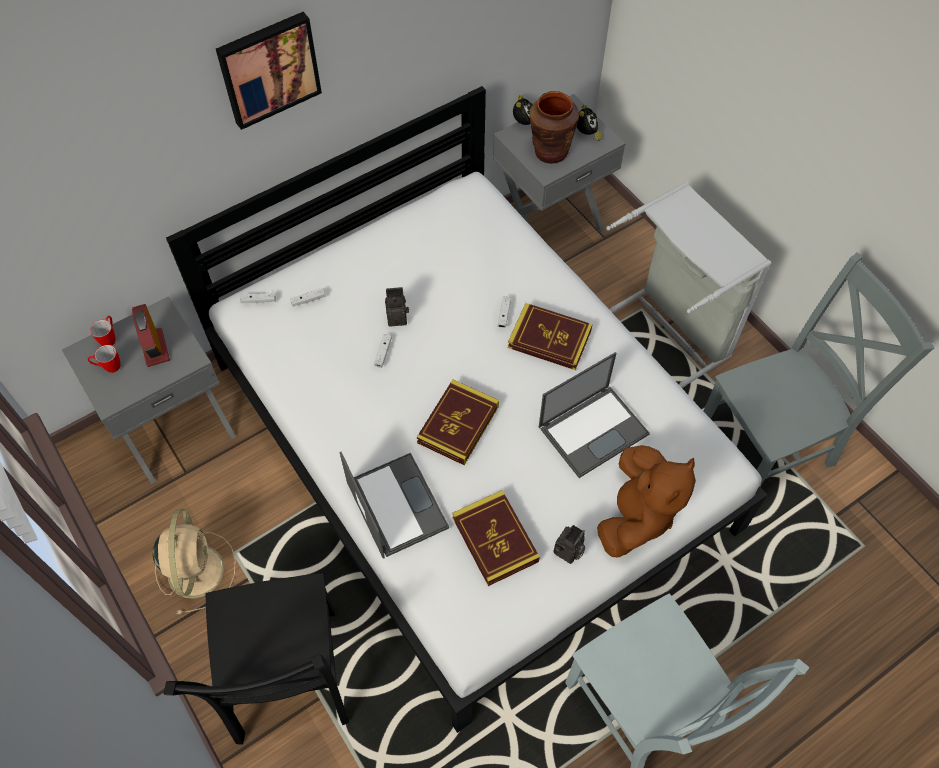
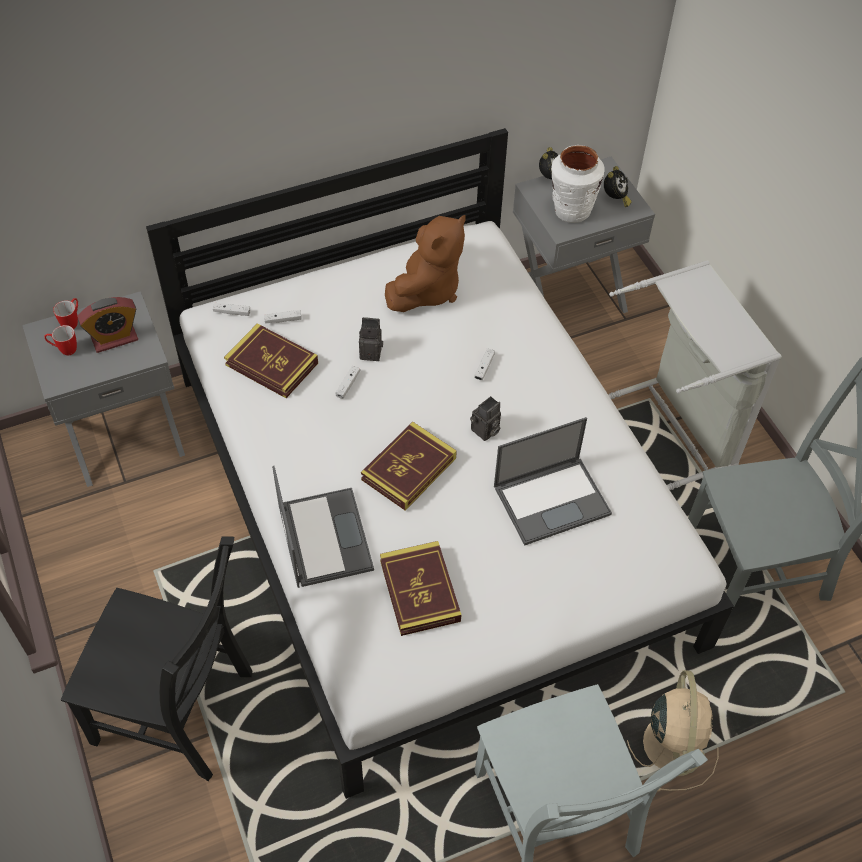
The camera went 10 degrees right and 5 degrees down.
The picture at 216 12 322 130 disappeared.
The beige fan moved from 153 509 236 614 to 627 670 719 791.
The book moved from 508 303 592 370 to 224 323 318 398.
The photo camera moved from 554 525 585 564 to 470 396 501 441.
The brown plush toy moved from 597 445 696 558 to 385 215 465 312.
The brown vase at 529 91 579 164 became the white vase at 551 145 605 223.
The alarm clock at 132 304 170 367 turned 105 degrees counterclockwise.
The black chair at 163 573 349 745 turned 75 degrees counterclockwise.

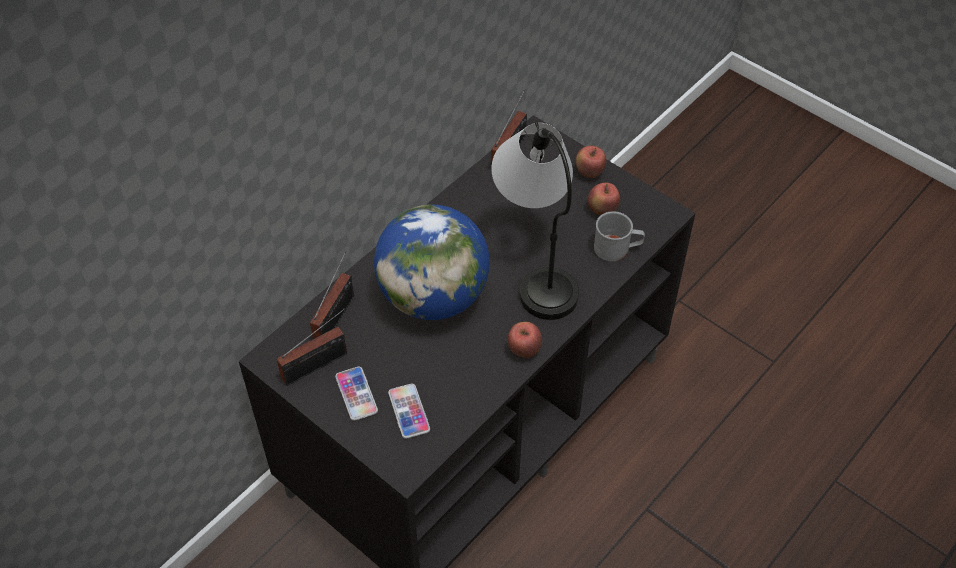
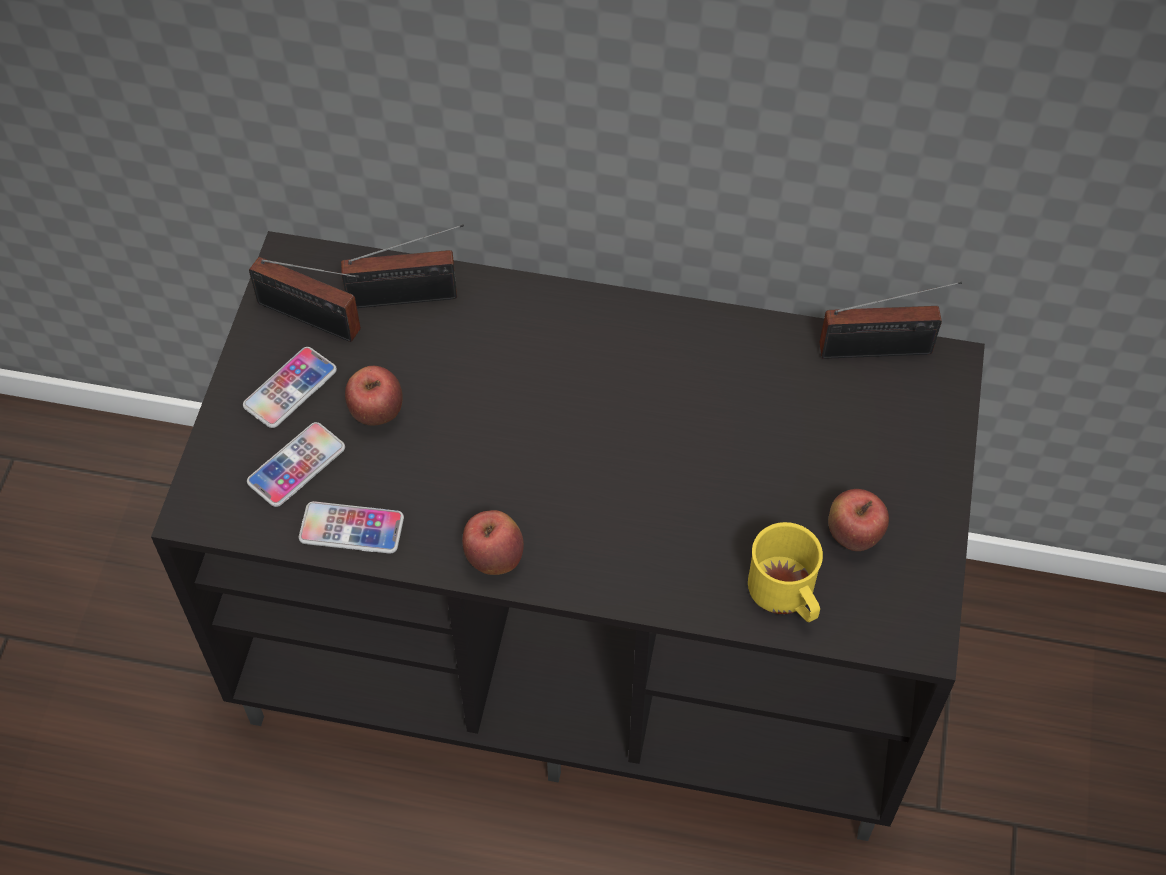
The camera went 60 degrees right and 5 degrees up.
The globe at 374 205 490 320 disappeared.
The table lamp at 491 123 579 320 disappeared.
The phone at 299 501 404 554 appeared.
The apple moved from 576 146 606 178 to 345 366 403 425.
The grey mug at 594 211 645 262 became the yellow mug at 748 522 823 622.

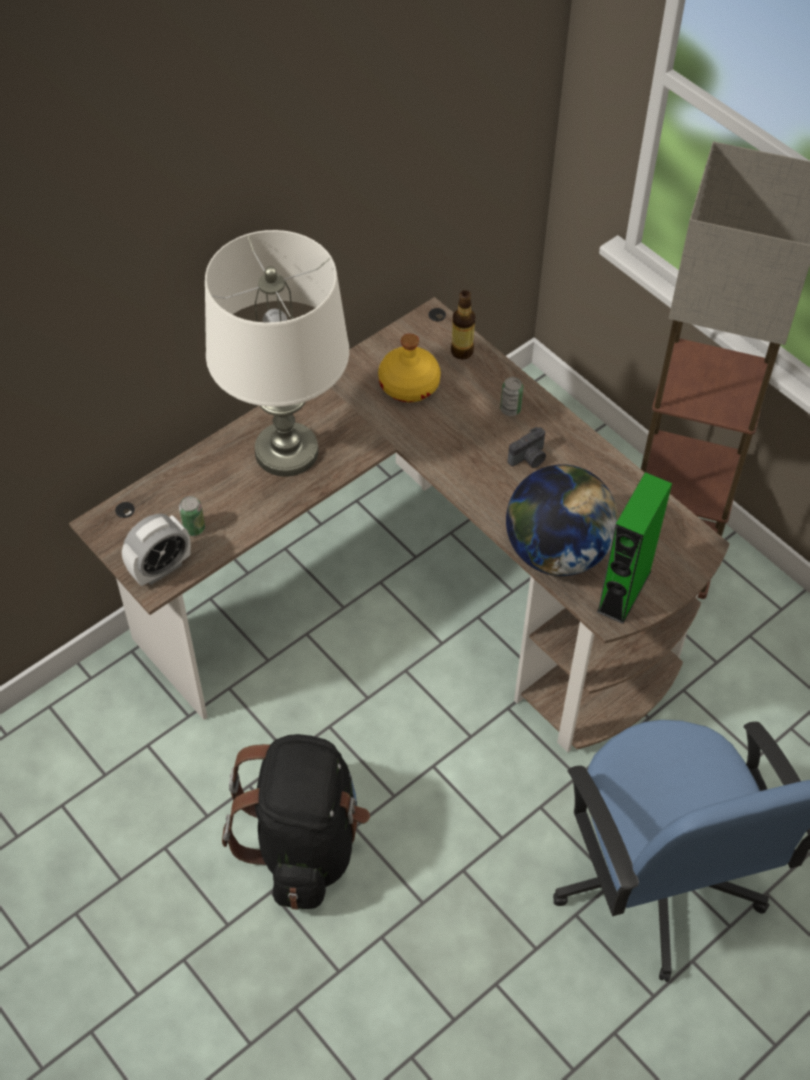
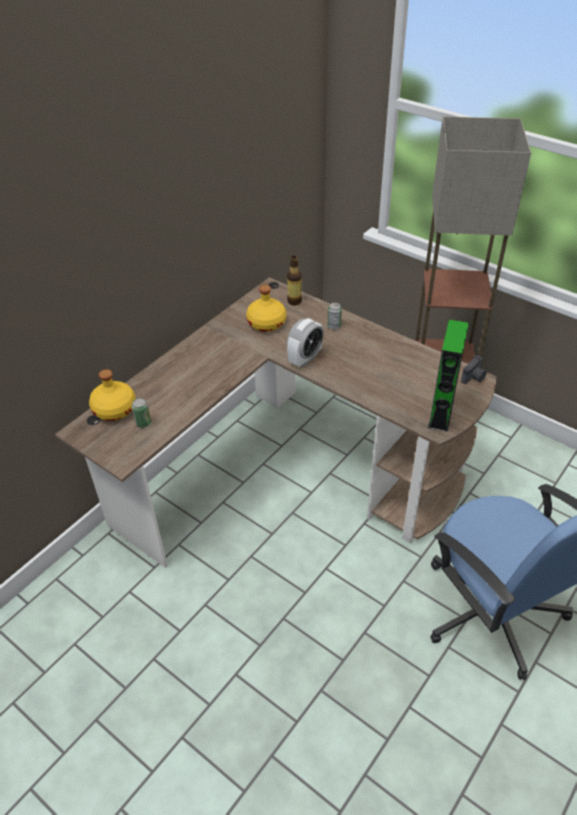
The camera went 10 degrees left and 10 degrees down.
The white table lamp at 205 230 349 477 disappeared.
The black backpack at 222 734 370 910 disappeared.
The globe at 506 464 618 576 disappeared.
The yellow bottle at 89 369 136 421 appeared.
The alarm clock moved from 122 514 191 586 to 287 318 324 367.
The photo camera moved from 508 427 546 468 to 461 355 487 384.

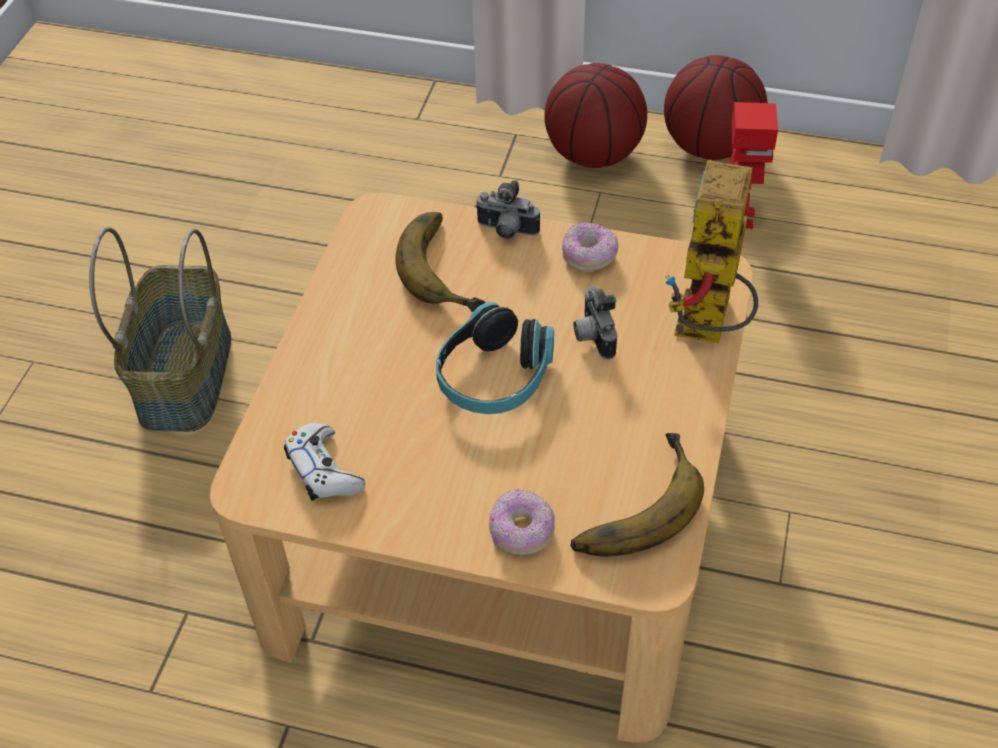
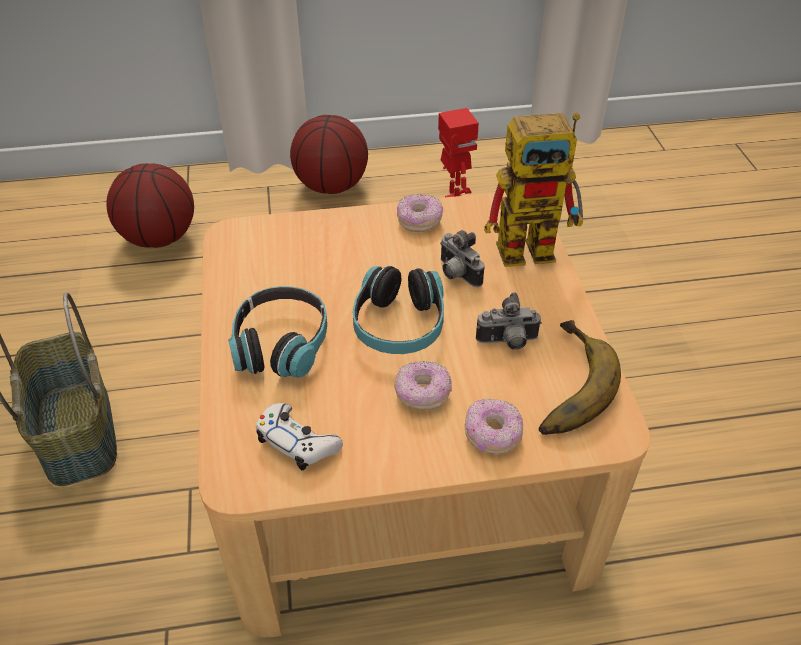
The camera went 25 degrees left and 5 degrees down.
The banana at 395 212 485 312 disappeared.
The headphones at 228 286 327 378 appeared.
The donut at 394 361 452 410 appeared.
The photo camera moved from 475 180 540 239 to 476 292 542 350.
The basketball moved from 664 55 768 160 to 106 163 194 248.
The toy robot at 665 160 758 343 turned 90 degrees counterclockwise.

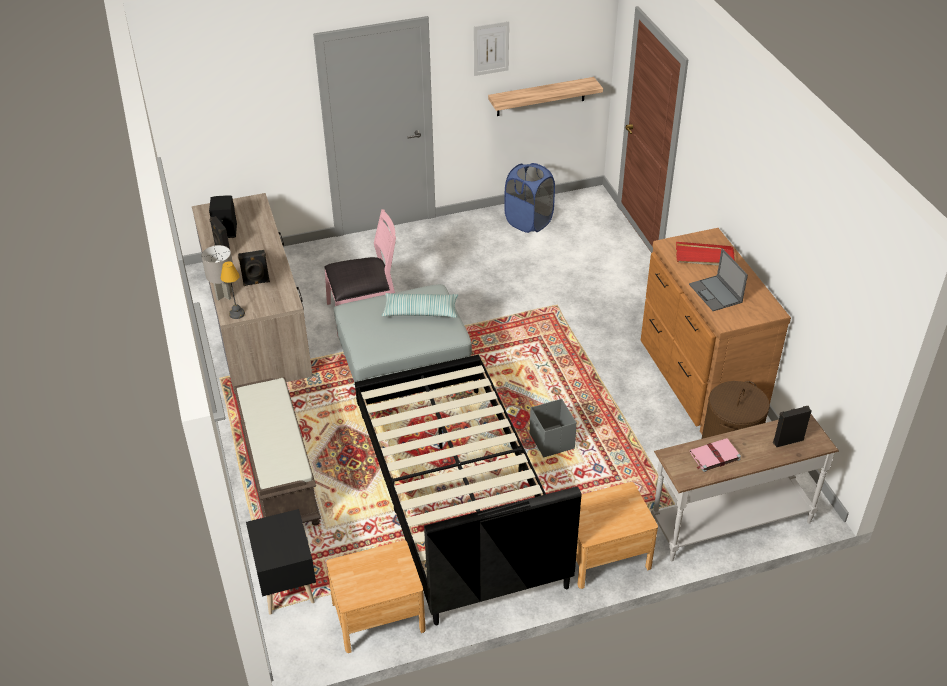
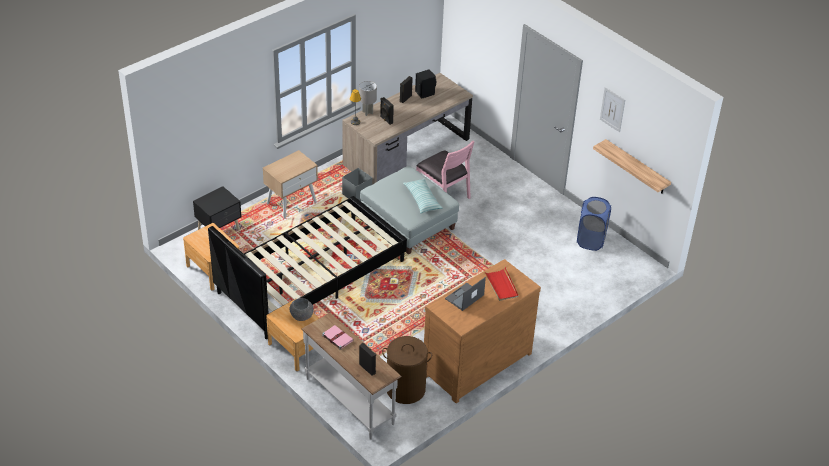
The camera went 65 degrees right and 0 degrees up.
The grey bowl at 290 298 313 321 appeared.
The grey storage box moved from 530 399 577 457 to 342 168 372 201.
The brown bench at 234 377 321 526 was replaced by the beige nightstand at 263 150 318 219.

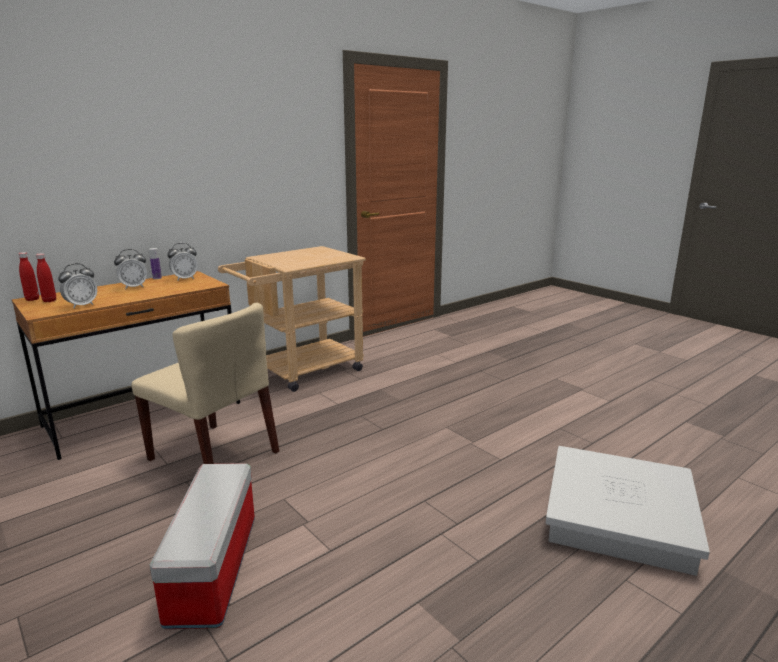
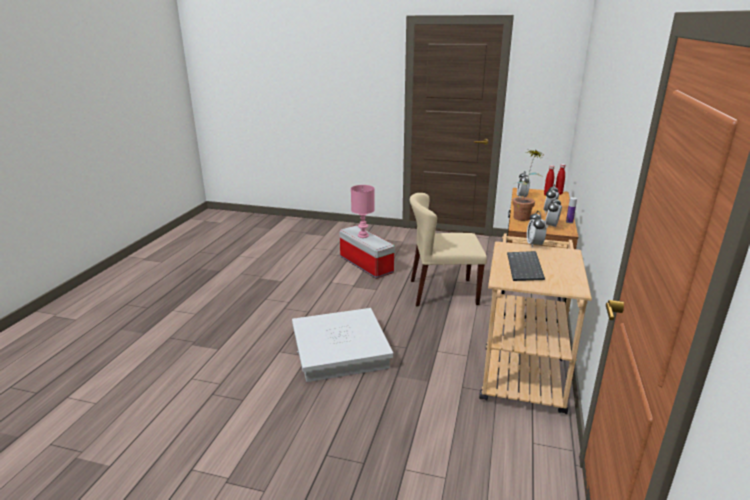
The camera went 145 degrees right and 5 degrees up.
The pink table lamp at 351 185 374 238 appeared.
The keyboard at 507 251 545 281 appeared.
The potted plant at 512 150 543 221 appeared.
The alarm clock at 527 211 547 248 appeared.
The white storage box moved from 546 446 710 576 to 292 308 393 382.

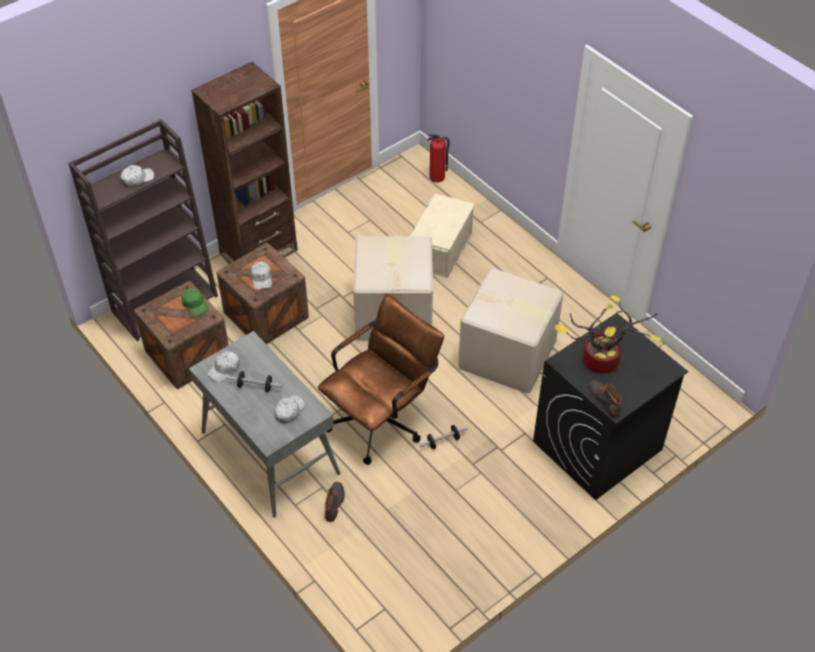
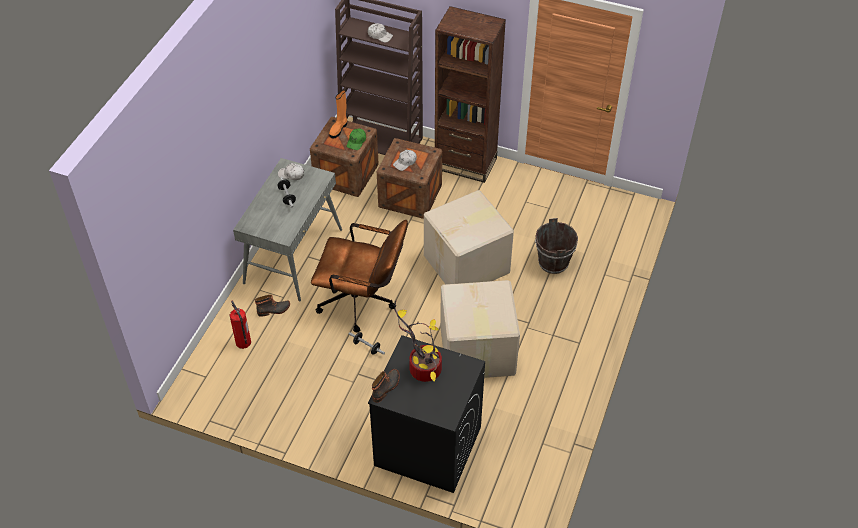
The camera went 60 degrees right and 0 degrees up.
The white cap at 275 395 305 423 disappeared.
The orange boot at 329 90 347 139 appeared.
The fire extinguisher moved from 427 134 450 183 to 230 301 251 349.
The beige storage box at 410 194 475 278 was replaced by the brown bucket at 535 218 578 274.

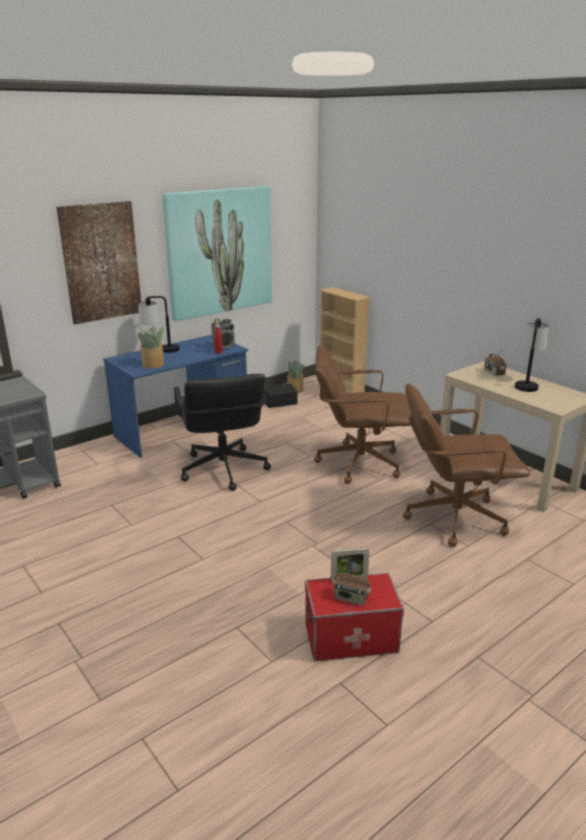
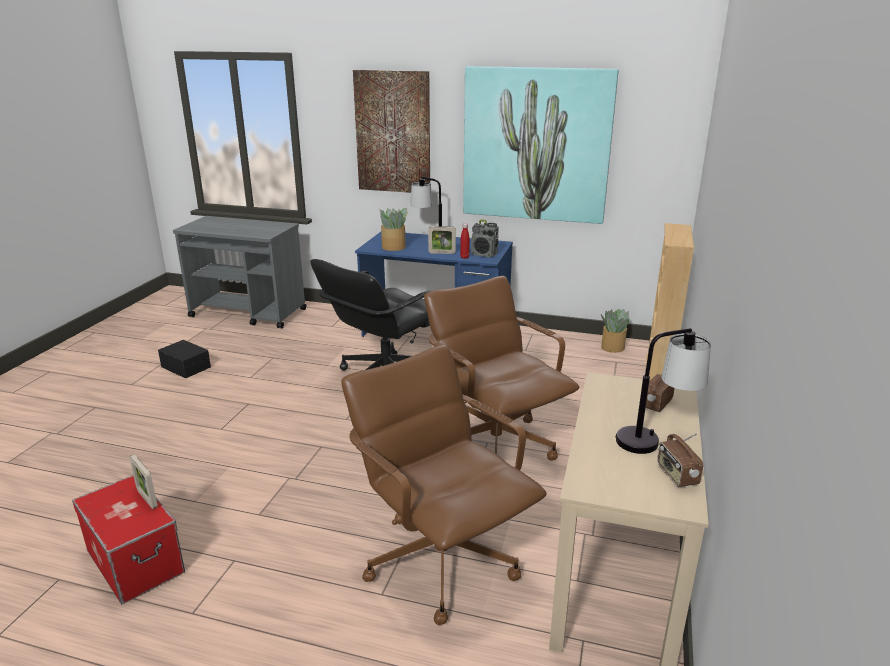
The camera went 55 degrees right and 0 degrees up.
The picture frame at 428 226 456 254 appeared.
The black storage box moved from 264 384 298 408 to 158 340 211 378.
The radio moved from 333 565 371 605 to 657 433 703 487.

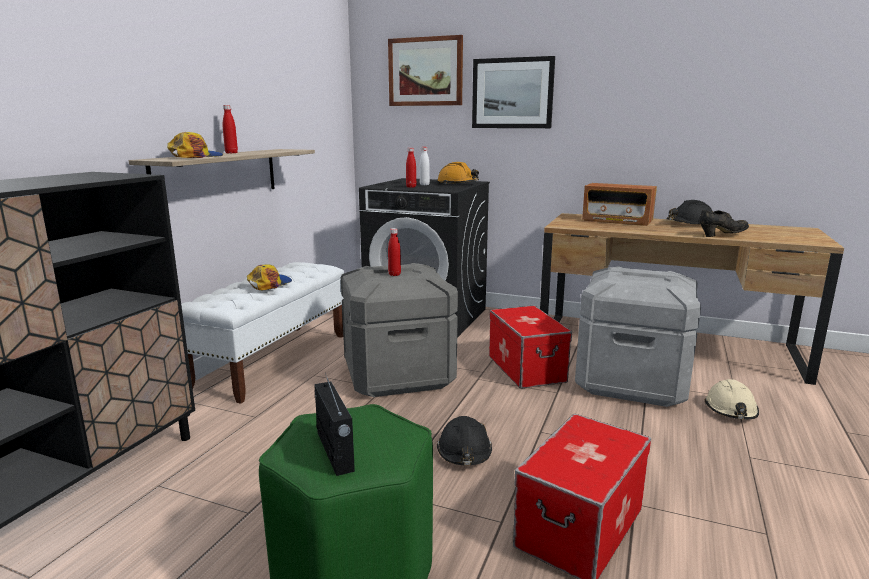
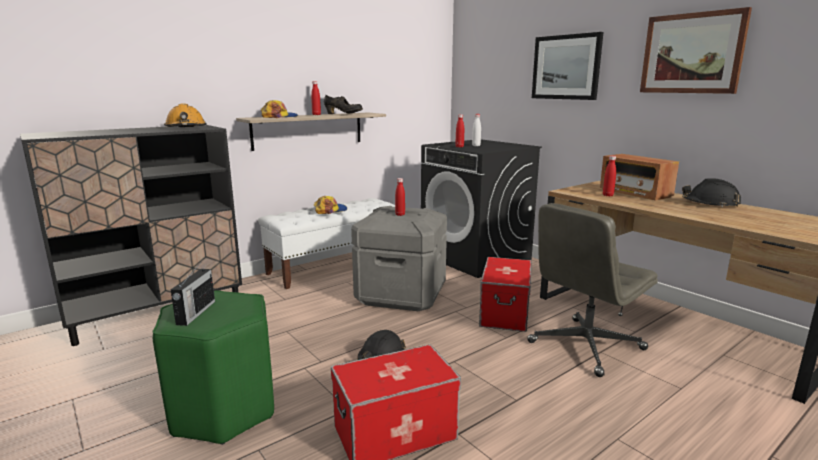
The camera went 30 degrees right and 0 degrees up.
The beige hard hat at 705 379 759 419 disappeared.
The red bottle at 603 156 616 197 appeared.
The picture moved from 388 35 463 106 to 640 7 752 94.
The orange hard hat moved from 437 162 479 184 to 164 104 207 128.
The black shoe moved from 699 210 749 237 to 324 95 363 114.
The grey storage box at 575 266 701 407 was replaced by the grey office chair at 527 203 658 377.

